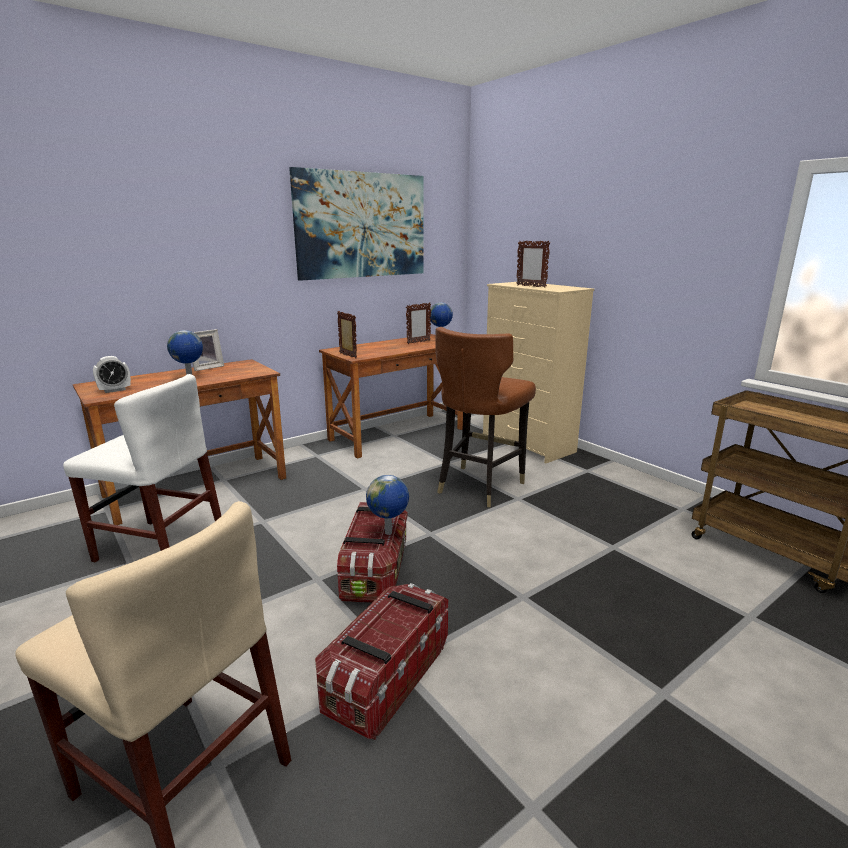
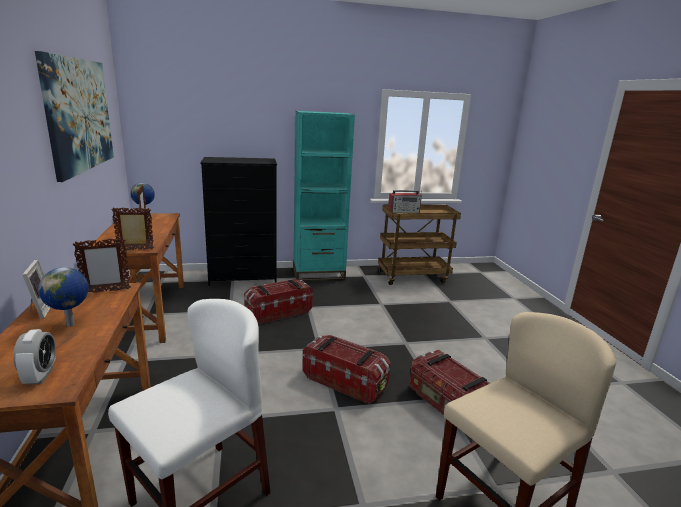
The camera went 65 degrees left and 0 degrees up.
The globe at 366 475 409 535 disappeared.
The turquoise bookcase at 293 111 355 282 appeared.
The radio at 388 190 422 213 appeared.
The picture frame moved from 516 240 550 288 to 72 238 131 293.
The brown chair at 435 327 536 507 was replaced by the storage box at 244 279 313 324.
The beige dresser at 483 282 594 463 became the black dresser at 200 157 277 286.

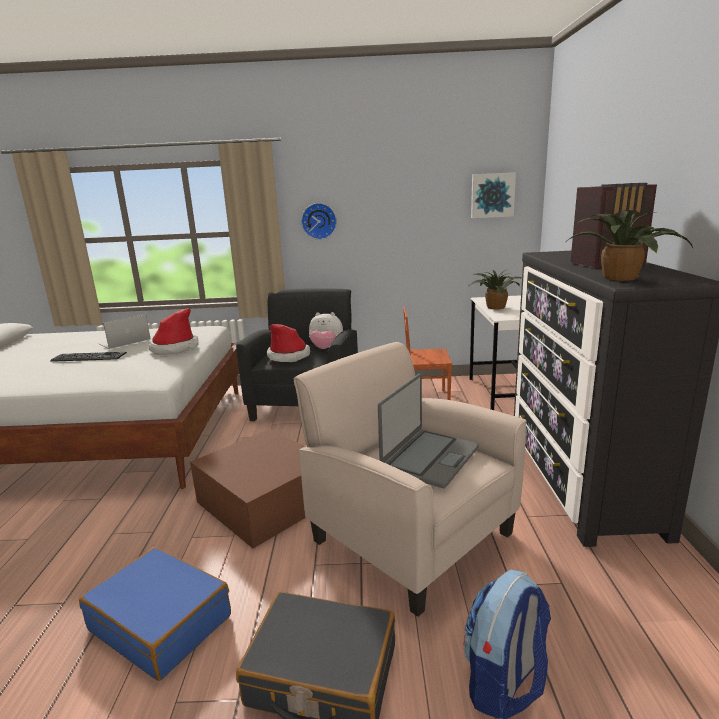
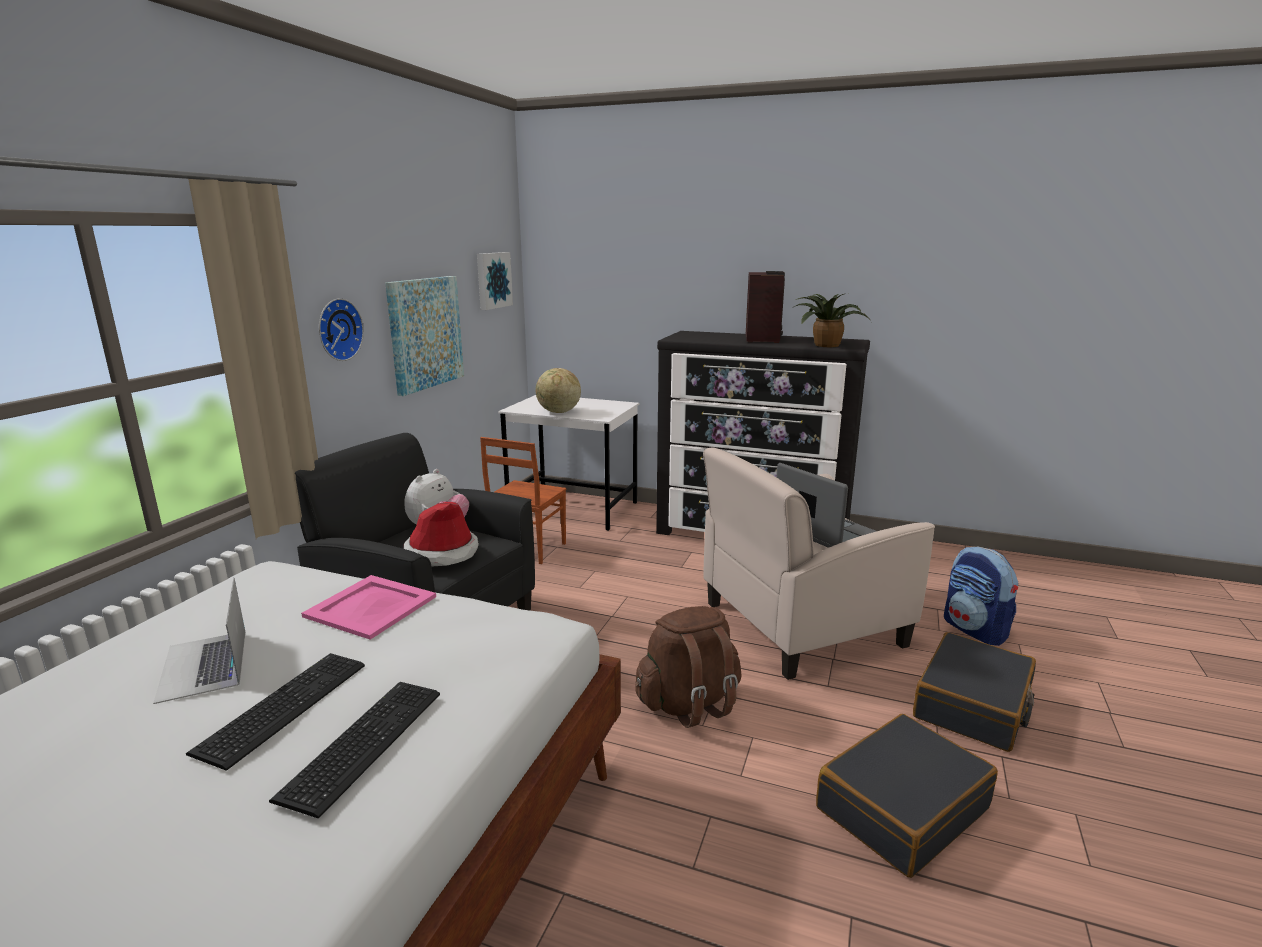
The camera went 70 degrees left and 0 degrees up.
The keyboard at 269 682 440 818 appeared.
The picture at 385 276 464 396 appeared.
The hat at 149 308 199 355 was replaced by the pink tray at 301 575 436 640.
The brown storage box at 190 429 306 548 was replaced by the brown backpack at 635 606 742 728.
The potted plant at 470 269 522 309 was replaced by the globe at 536 368 581 413.
The blue suitcase at 79 547 231 681 became the black suitcase at 816 714 998 878.

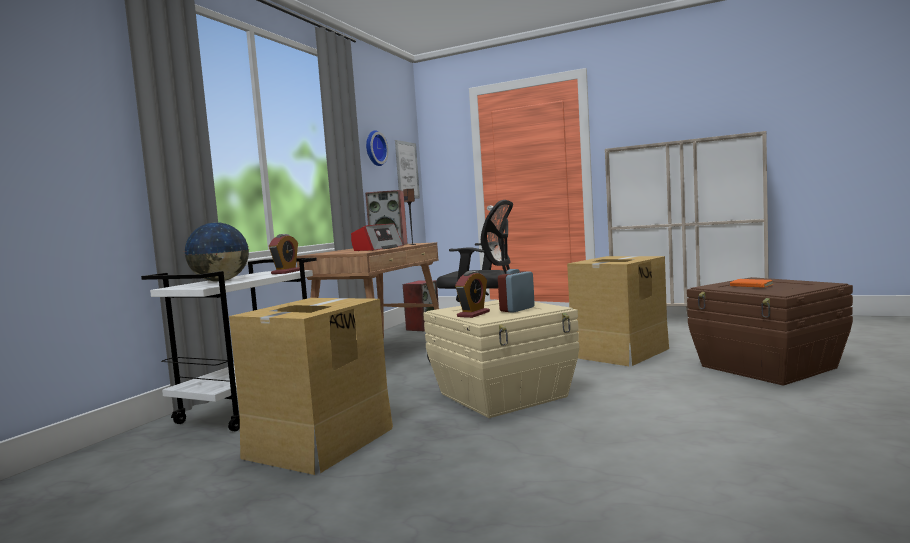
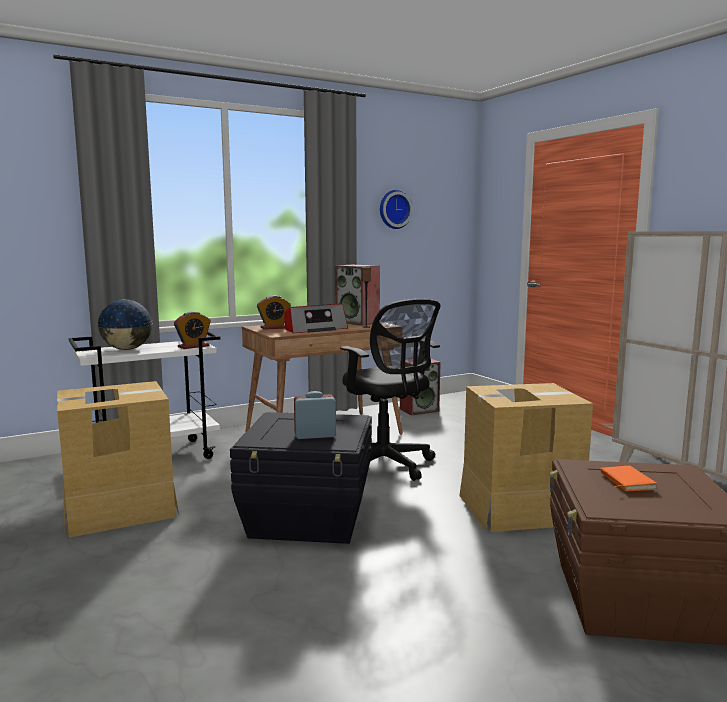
The camera went 35 degrees right and 5 degrees up.
The picture at 395 140 420 198 disappeared.
The alarm clock moved from 455 271 490 318 to 257 296 291 330.
The beige storage box at 423 300 579 418 became the black storage box at 230 412 372 544.

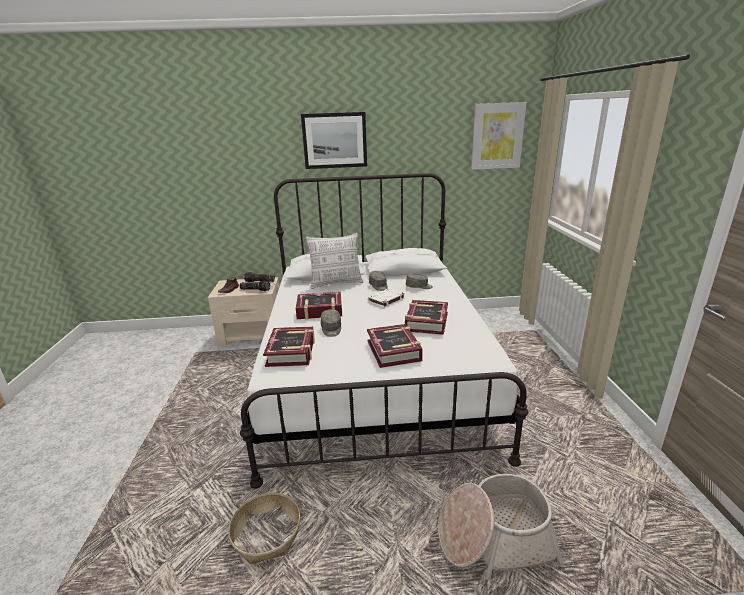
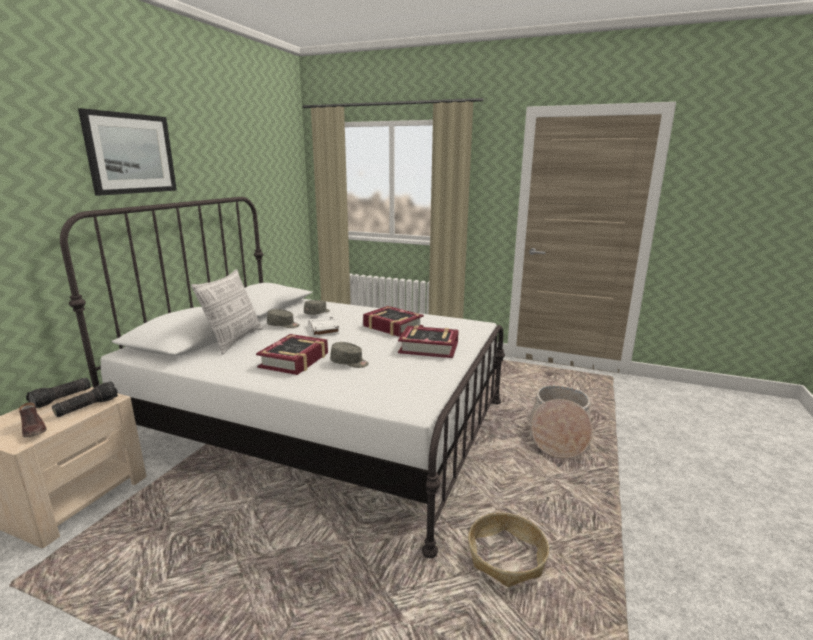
The camera went 65 degrees left and 5 degrees down.
The book at 263 326 315 367 disappeared.
The picture at 471 102 527 170 disappeared.

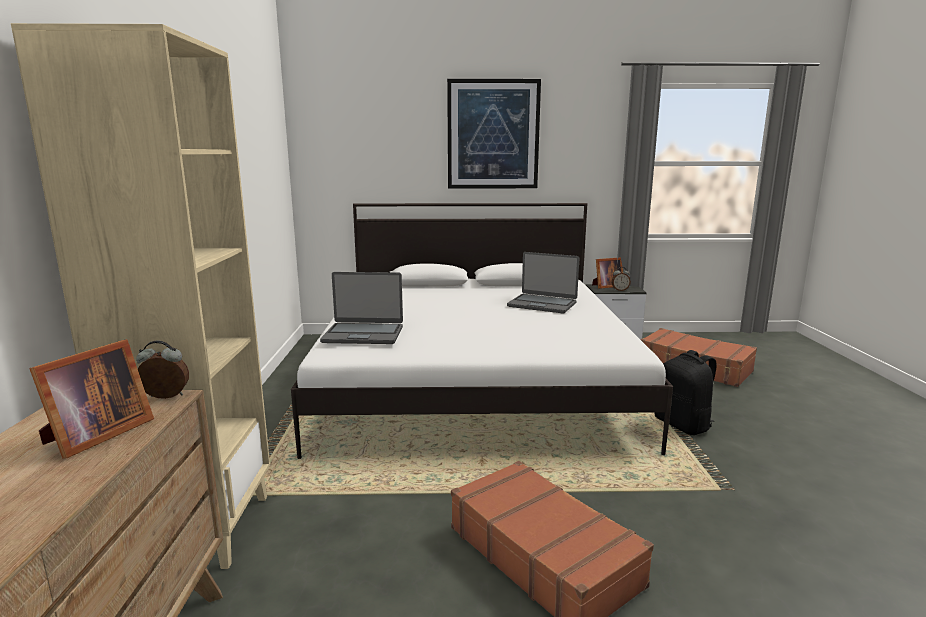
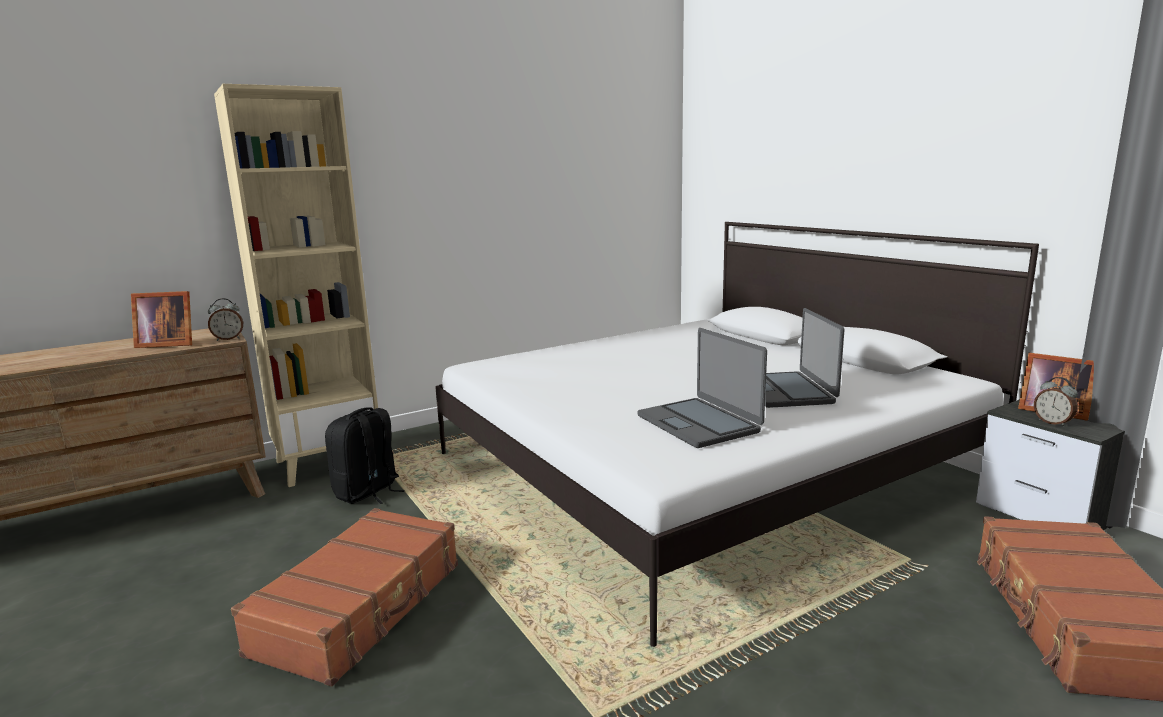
The camera went 60 degrees right and 0 degrees up.
The picture at 447 79 541 188 disappeared.
The laptop moved from 320 272 403 344 to 638 328 767 448.
The black backpack moved from 654 350 717 435 to 325 407 405 504.
The alarm clock at 136 341 189 399 turned 105 degrees clockwise.

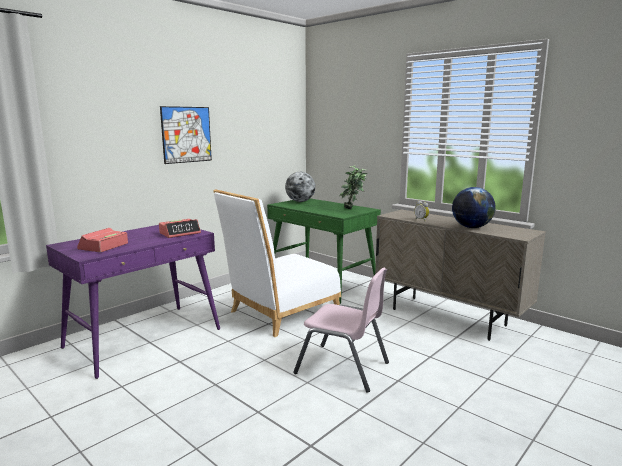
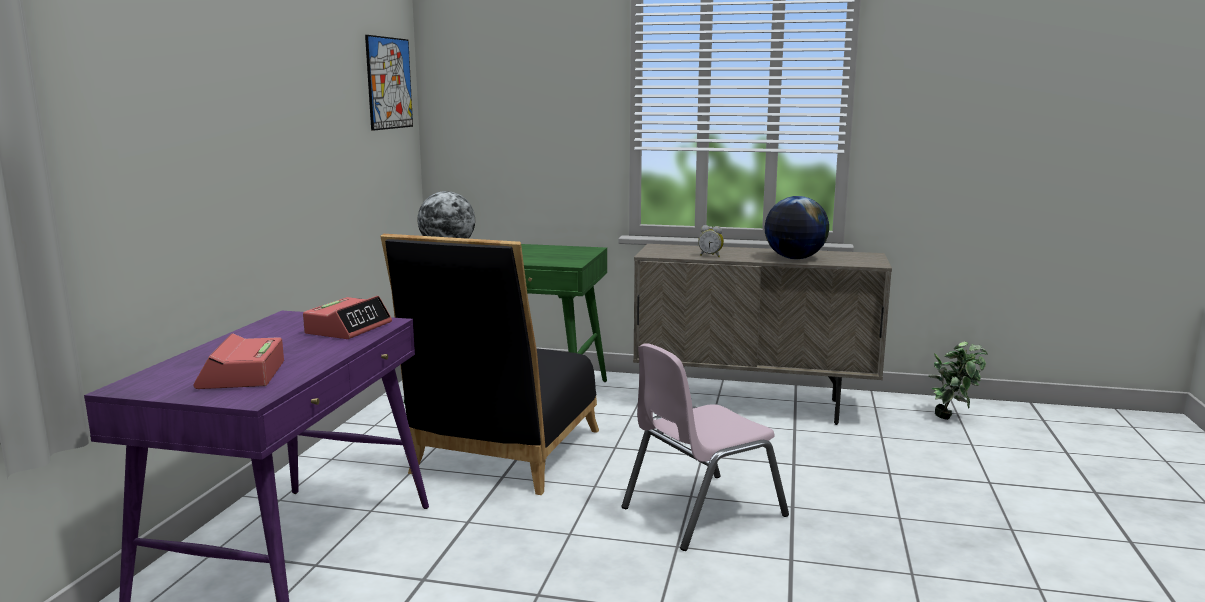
The camera went 30 degrees left and 0 degrees up.
The picture moved from 160 106 212 164 to 365 35 413 131.
The potted plant moved from 339 166 368 209 to 928 342 988 420.
The white chair at 213 189 341 337 became the black chair at 380 234 599 495.
The pink chair at 293 268 389 393 turned 150 degrees clockwise.

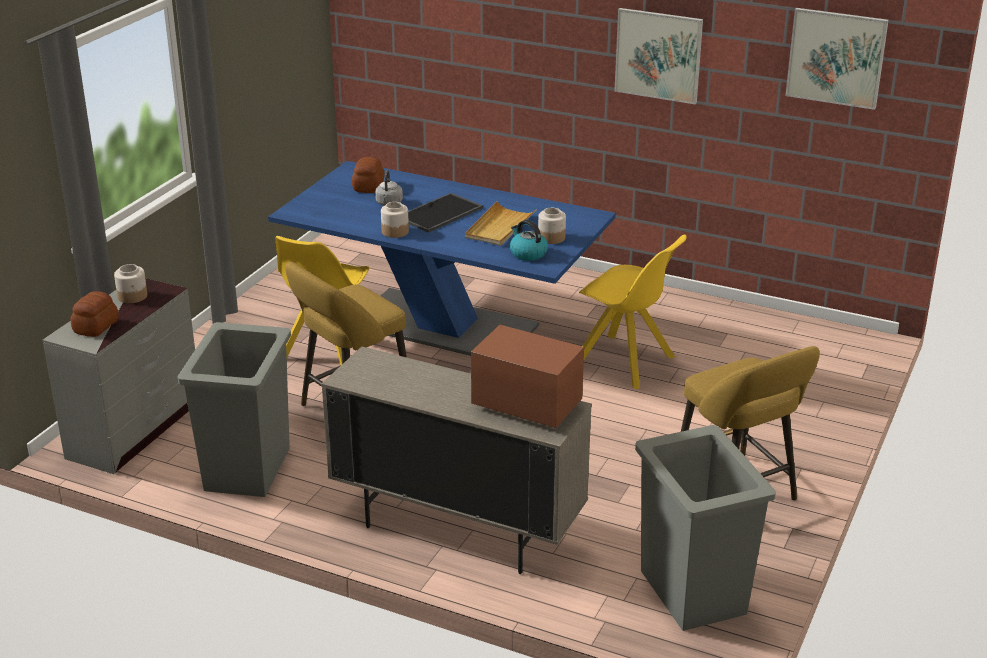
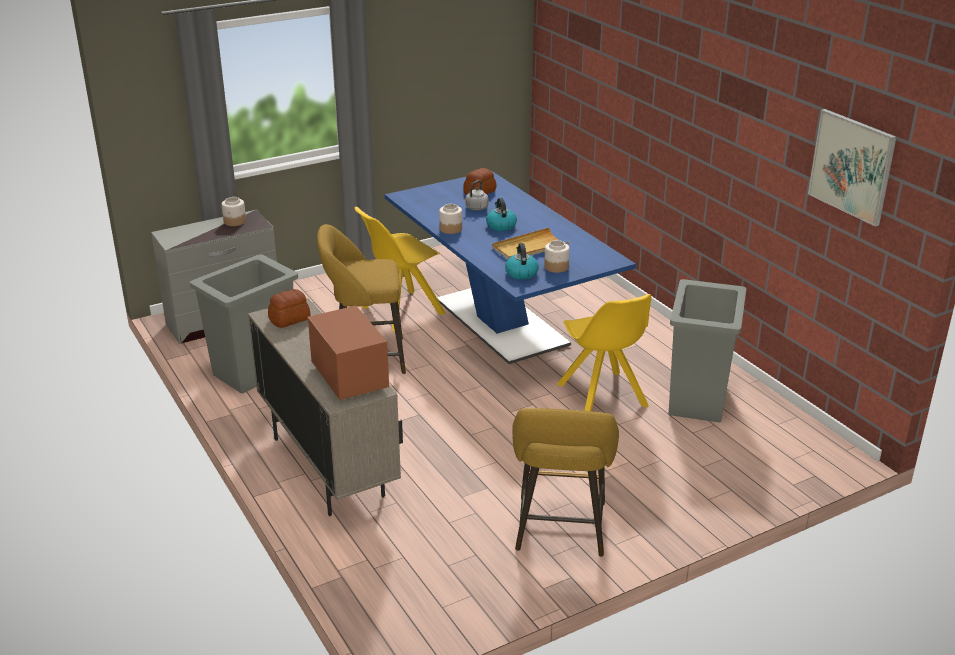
The camera went 35 degrees right and 0 degrees up.
The picture at 614 8 703 104 disappeared.
The bread moved from 70 291 119 337 to 268 289 310 328.
The grey trash can moved from 635 425 776 631 to 669 279 746 423.
The tray at 408 193 483 233 was replaced by the kettle at 486 198 517 231.

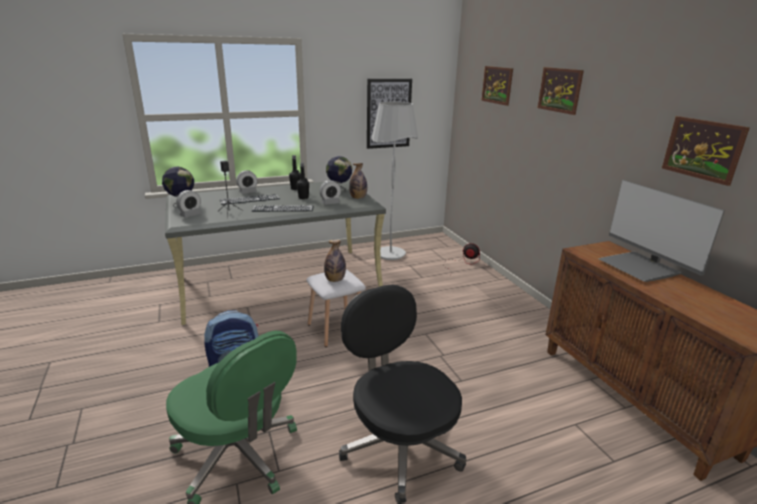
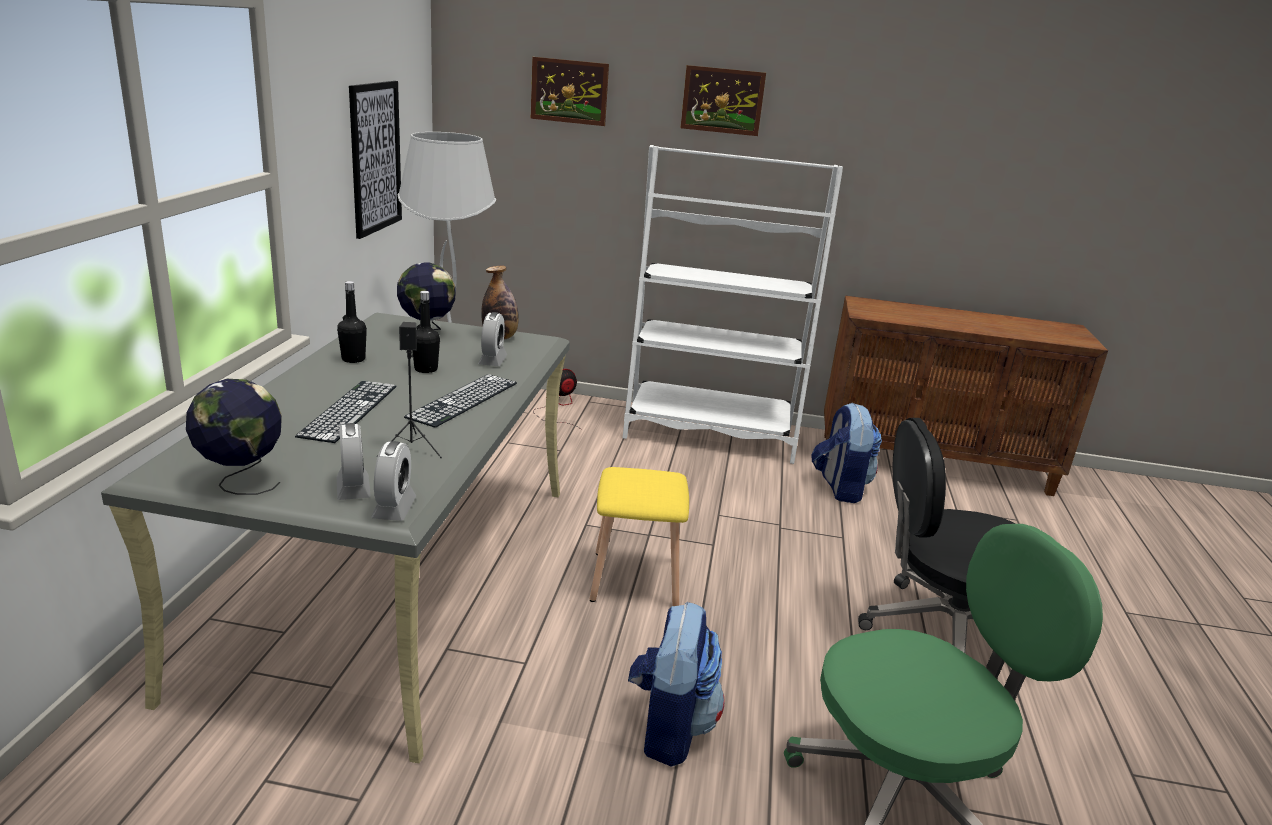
The camera went 60 degrees left and 0 degrees up.
The bottle at 324 240 346 282 disappeared.
The monitor at 599 180 725 282 disappeared.
The picture at 662 116 750 186 disappeared.
The white bookcase at 623 145 843 464 appeared.
The backpack at 811 402 882 503 appeared.
The alarm clock moved from 236 170 258 194 to 371 441 416 521.
The white stool at 307 269 366 347 became the yellow stool at 590 467 689 606.

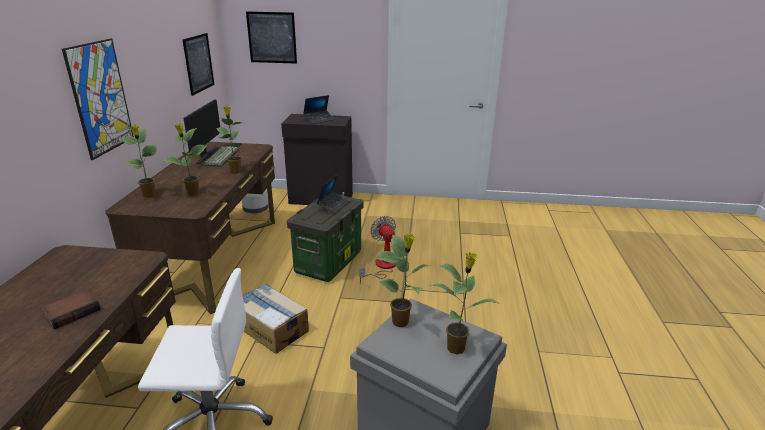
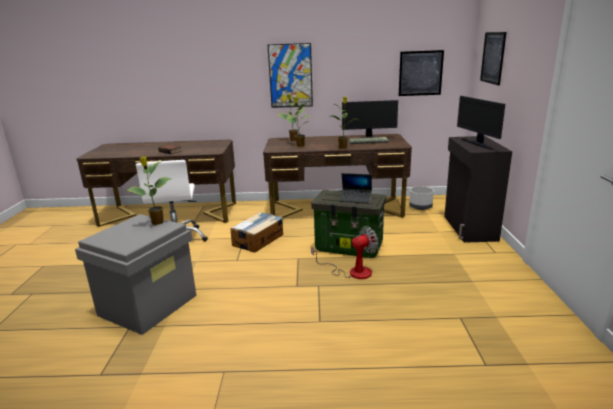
The camera went 85 degrees right and 5 degrees down.
The potted plant at 430 252 501 354 disappeared.
The laptop at 303 95 335 124 was replaced by the monitor at 457 96 505 149.

